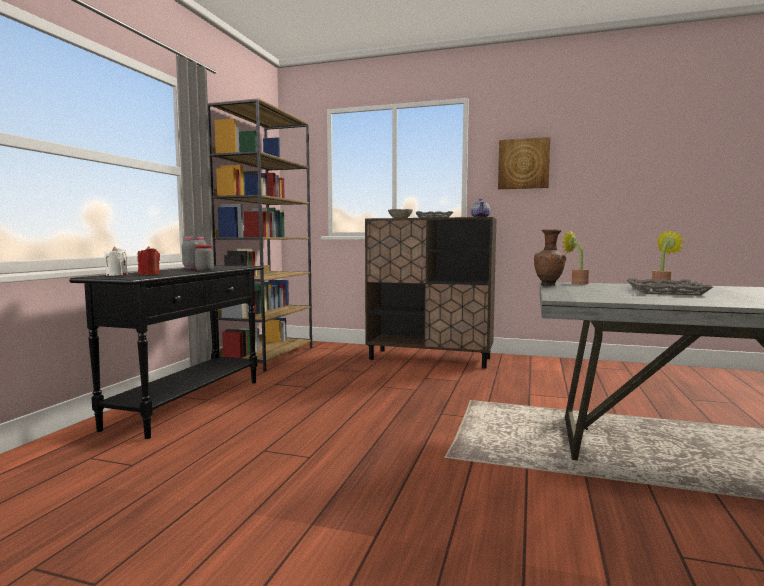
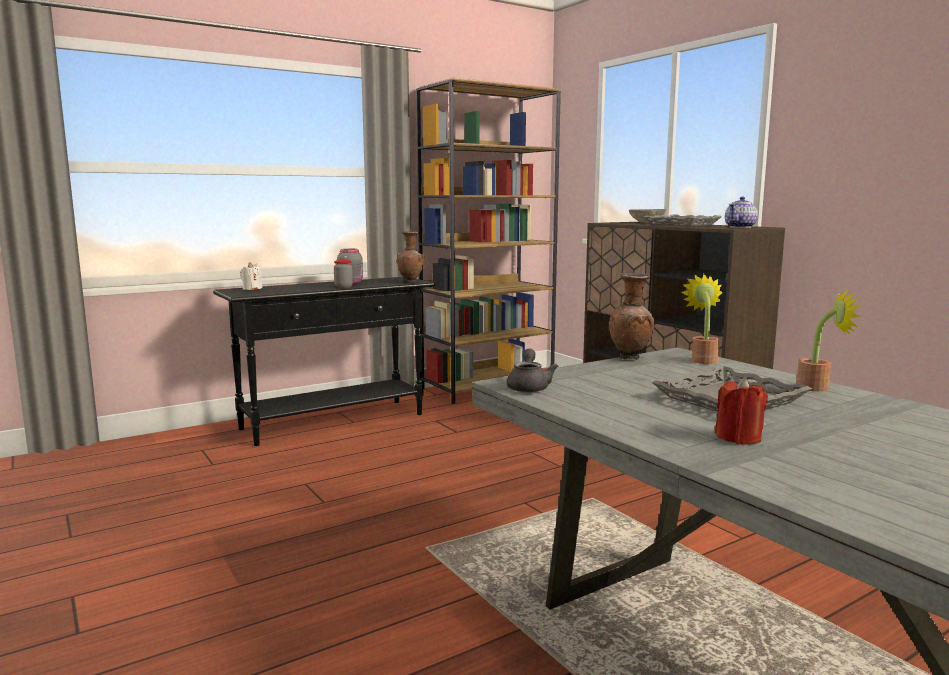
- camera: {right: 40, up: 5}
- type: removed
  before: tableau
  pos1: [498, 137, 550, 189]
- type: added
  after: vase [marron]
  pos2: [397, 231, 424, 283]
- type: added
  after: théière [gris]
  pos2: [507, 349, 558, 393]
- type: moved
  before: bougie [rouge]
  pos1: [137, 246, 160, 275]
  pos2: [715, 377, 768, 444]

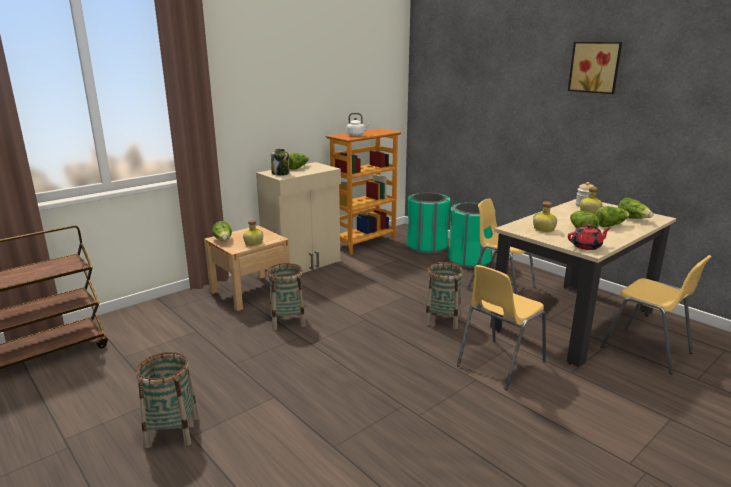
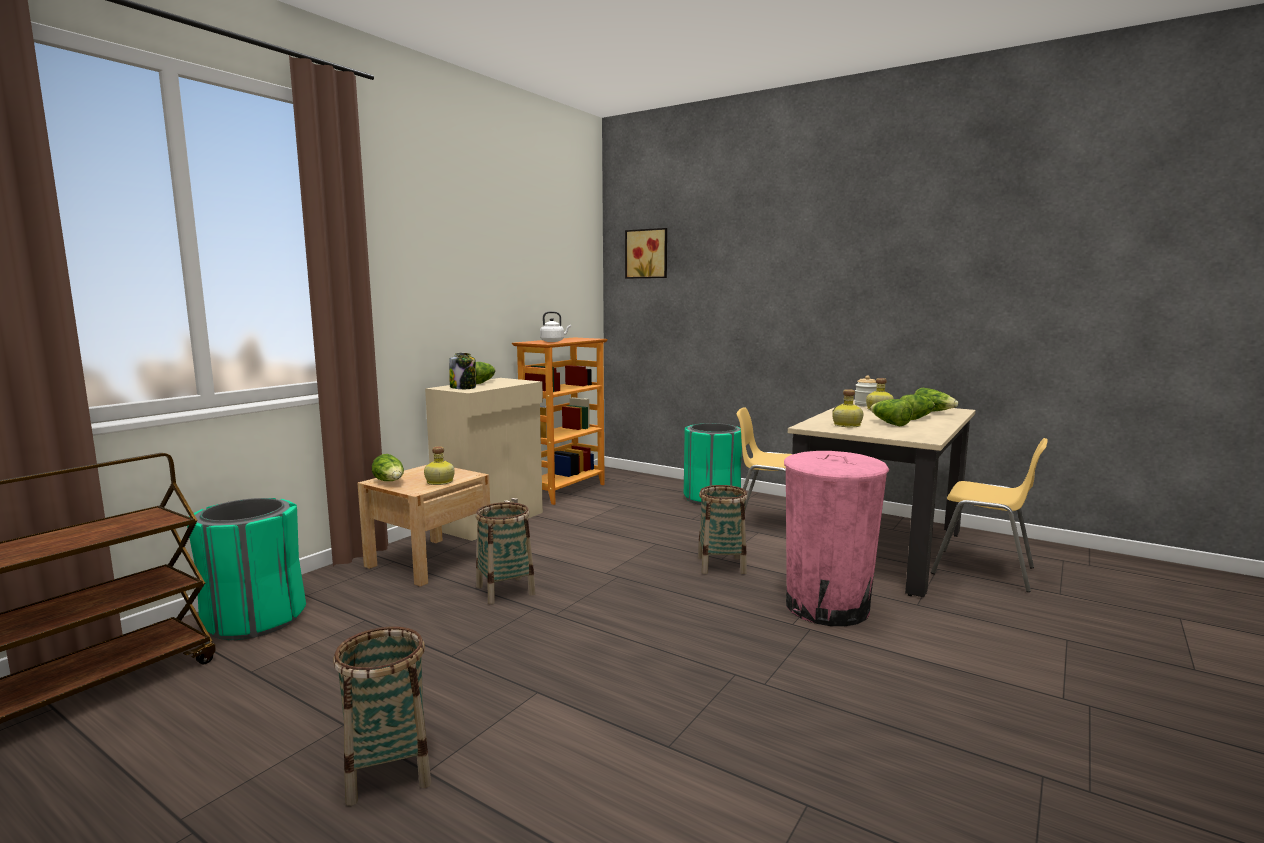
- camera: {right: -15, up: -10}
- type: removed
  before: théière [rouge]
  pos1: [568, 224, 611, 250]
- type: moved
  before: poubelle [vert]
  pos1: [407, 193, 450, 254]
  pos2: [187, 498, 306, 640]
- type: moved
  before: tableau
  pos1: [568, 42, 622, 94]
  pos2: [625, 228, 667, 279]
- type: replaced
  before: chaise [jaune]
  after: poubelle [rose]
  pos1: [457, 265, 546, 390]
  pos2: [784, 451, 889, 626]

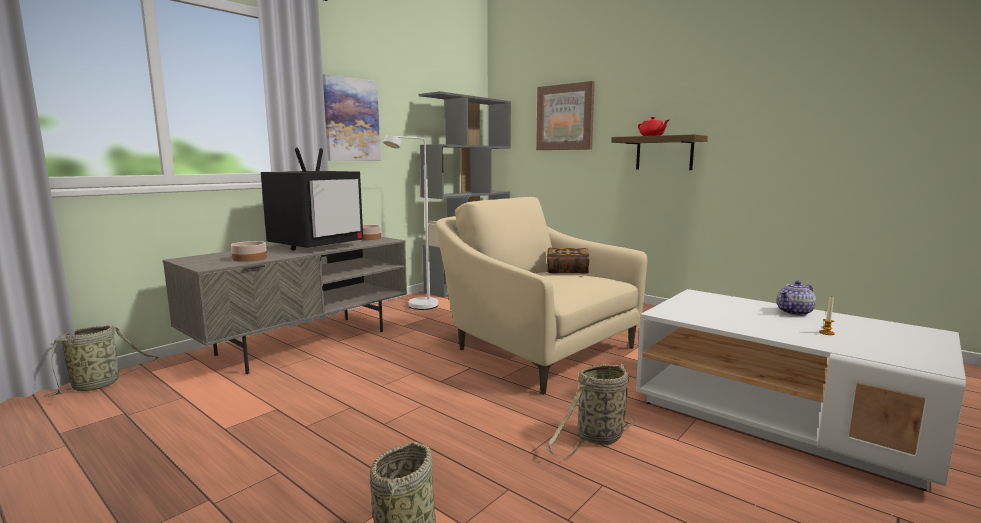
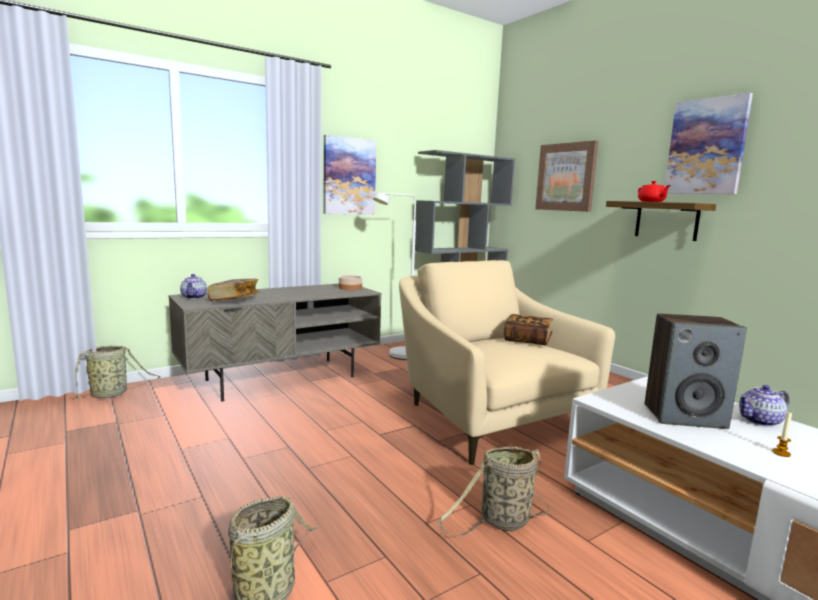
- camera: {right: 15, up: 0}
- type: removed
  before: téléviseur
  pos1: [261, 147, 363, 251]
- type: added
  after: théière
  pos2: [180, 274, 207, 299]
- type: added
  after: enceinte
  pos2: [645, 313, 747, 429]
- type: added
  after: tableau
  pos2: [665, 93, 753, 194]
- type: replaced
  before: bol
  after: livre
  pos1: [231, 241, 267, 262]
  pos2: [207, 279, 259, 301]

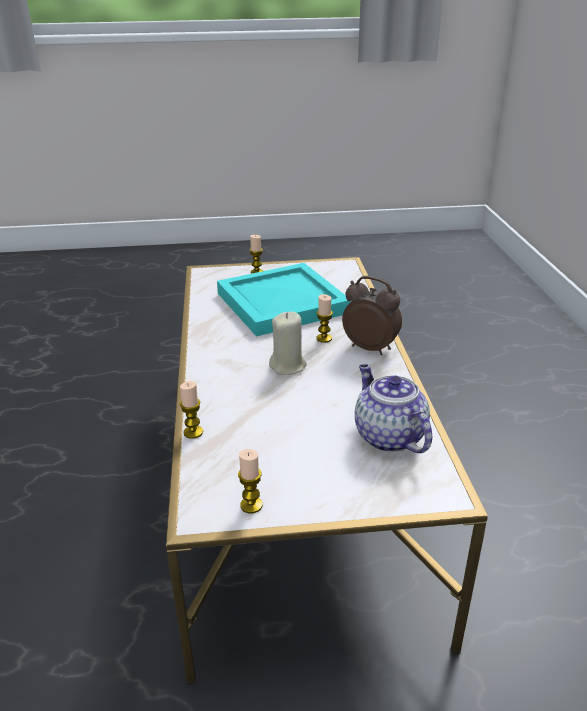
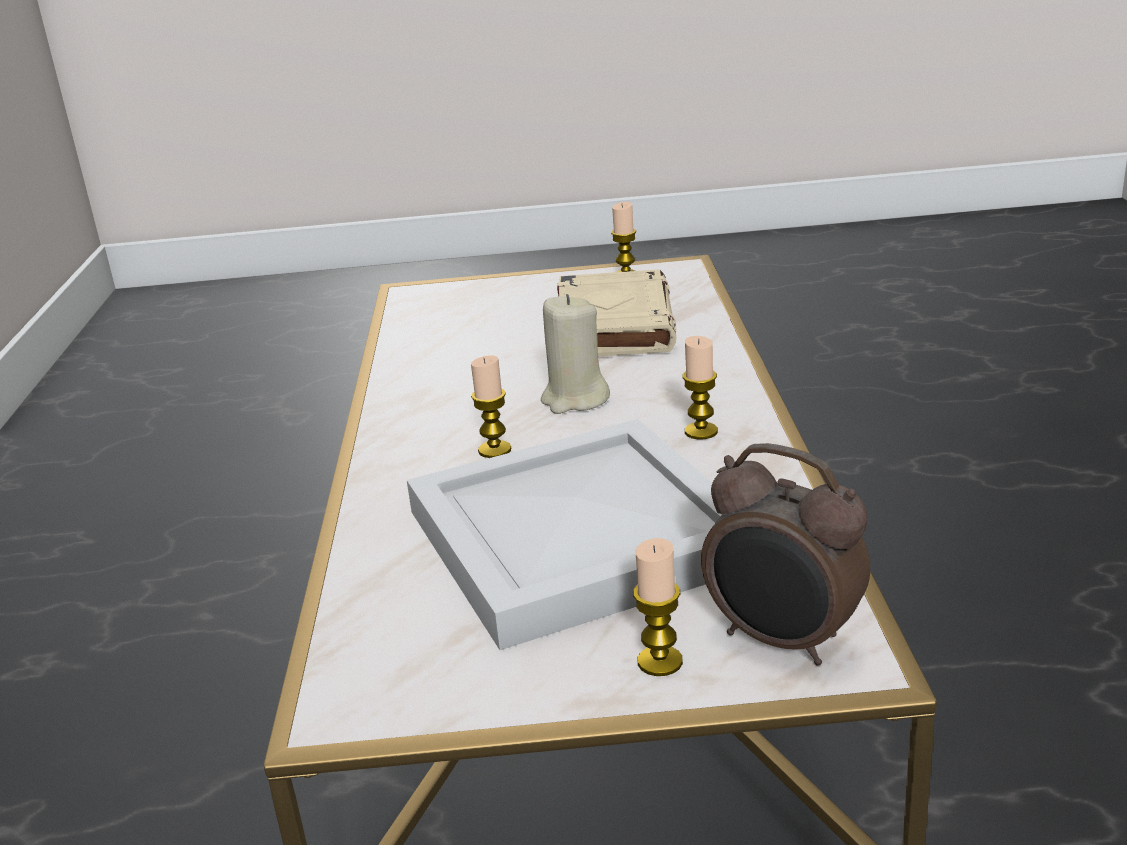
- camera: {right: -175, up: -5}
- type: removed
  before: théière
  pos1: [355, 364, 432, 453]
- type: added
  after: livre [beige]
  pos2: [557, 270, 676, 356]
- type: moved
  before: bougie
  pos1: [180, 381, 203, 439]
  pos2: [682, 336, 718, 439]
- type: moved
  before: réveil
  pos1: [342, 276, 402, 355]
  pos2: [701, 443, 870, 666]
- type: recoloured
  before: plateau [turquoise]
  after: plateau [blanc]
  pos1: [217, 263, 351, 337]
  pos2: [407, 419, 722, 650]

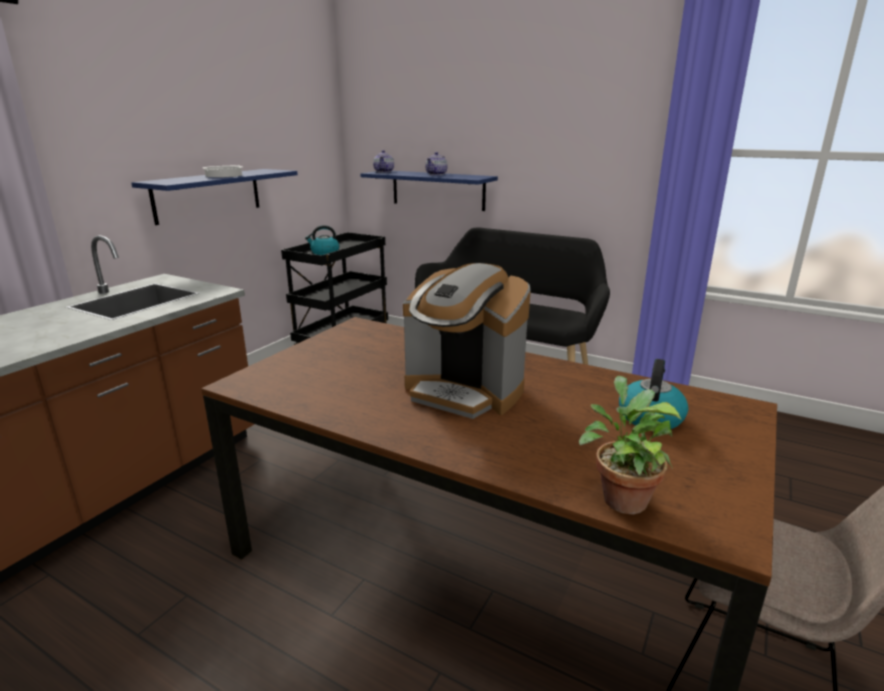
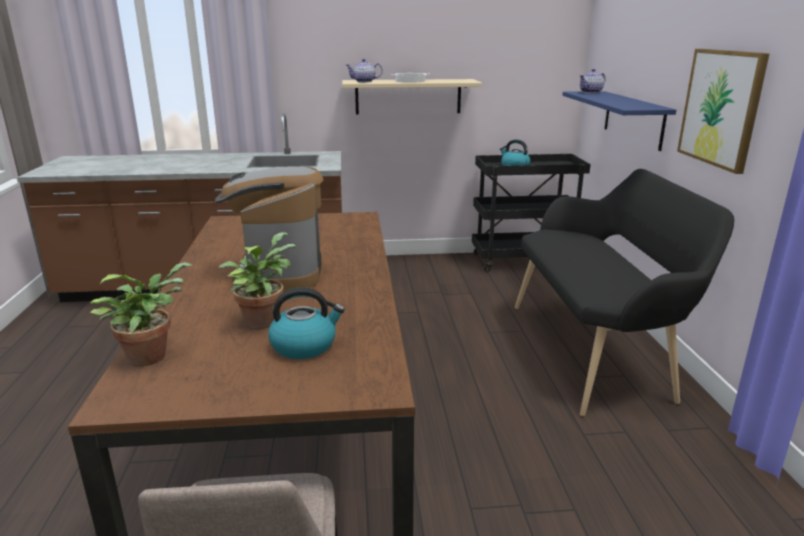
- camera: {right: 55, up: 0}
- type: added
  after: plante en pot
  pos2: [219, 232, 296, 329]
- type: added
  after: tableau
  pos2: [677, 49, 770, 174]
- type: moved
  before: théière
  pos1: [425, 152, 448, 175]
  pos2: [346, 59, 383, 83]
- type: recoloured
  before: étagère [bleu]
  after: étagère [beige]
  pos1: [131, 169, 298, 225]
  pos2: [342, 79, 482, 115]

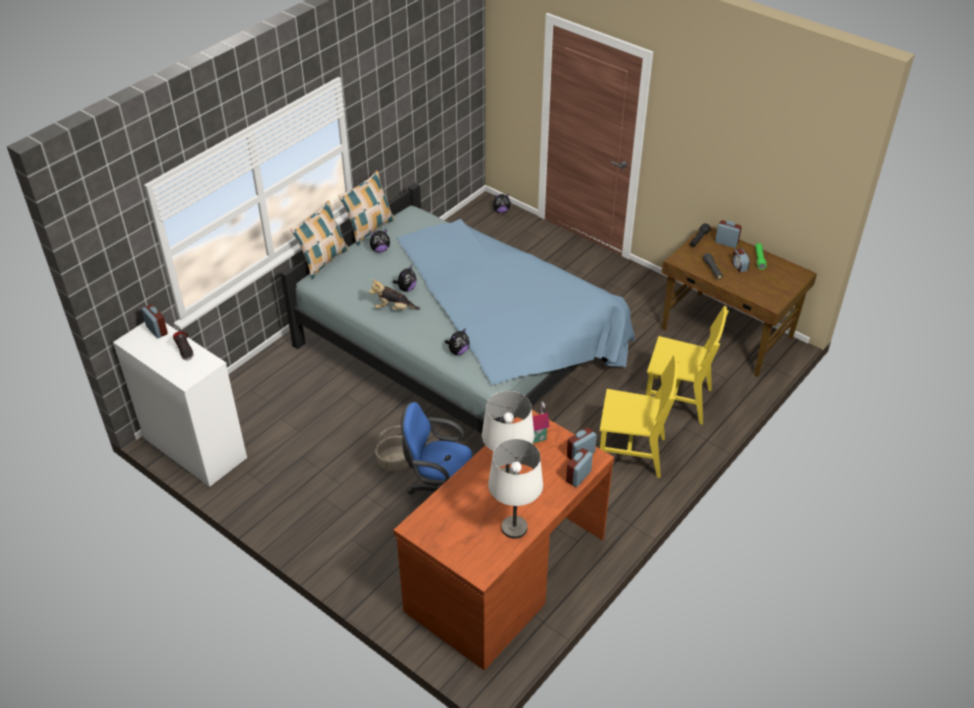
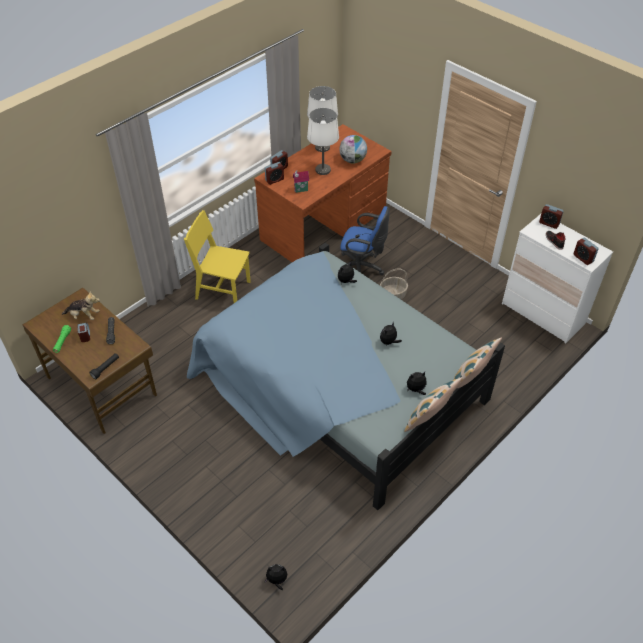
- camera: {right: -175, up: 5}
- type: removed
  before: chaise [jaune]
  pos1: [646, 306, 729, 425]
- type: added
  after: globe
  pos2: [339, 135, 367, 163]
- type: moved
  before: peluche
  pos1: [369, 279, 420, 310]
  pos2: [62, 291, 100, 320]
- type: moved
  before: réveil
  pos1: [715, 220, 742, 248]
  pos2: [539, 204, 564, 229]

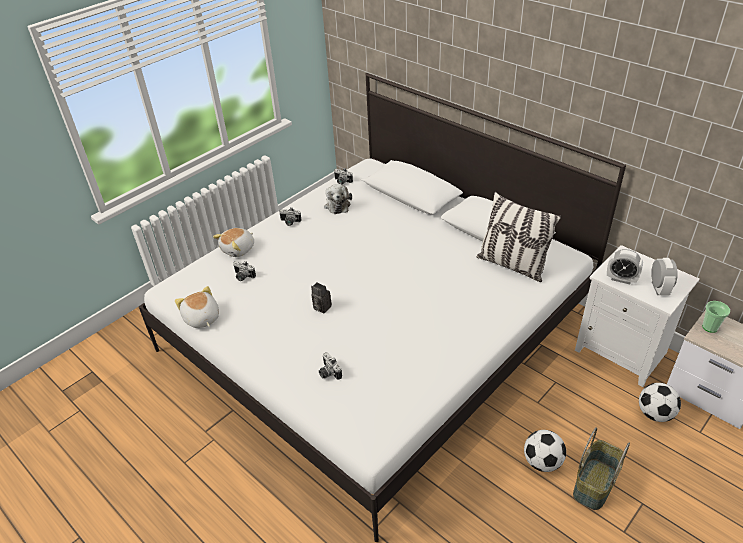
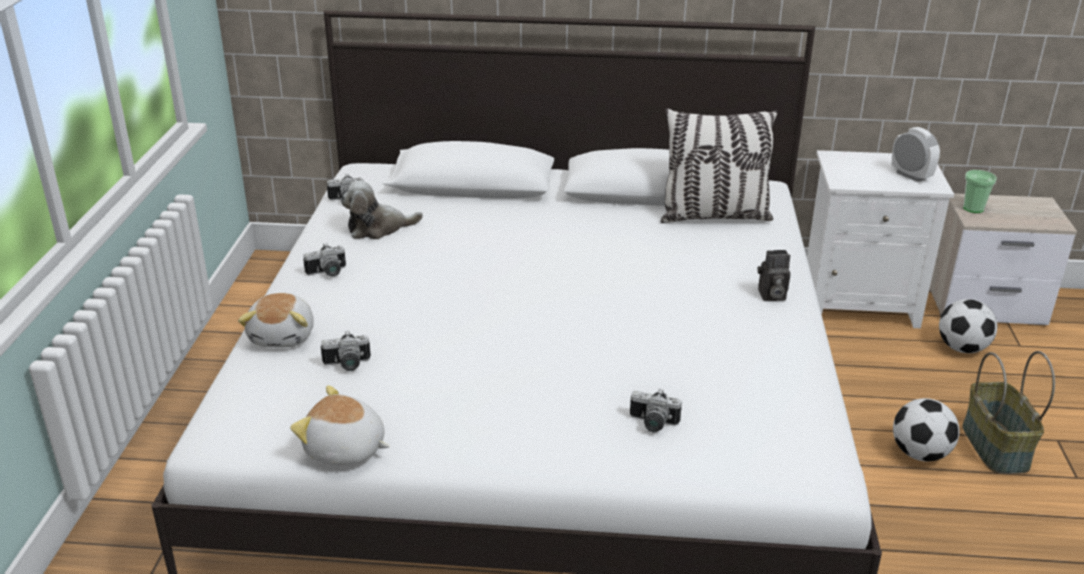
- camera: {right: -40, up: -10}
- type: removed
  before: réveil
  pos1: [607, 249, 643, 284]
- type: moved
  before: appareil photo
  pos1: [311, 283, 332, 313]
  pos2: [757, 250, 790, 301]
- type: turned
  before: peluche
  pos1: [324, 184, 352, 214]
  pos2: [341, 181, 423, 239]
  turn: 120

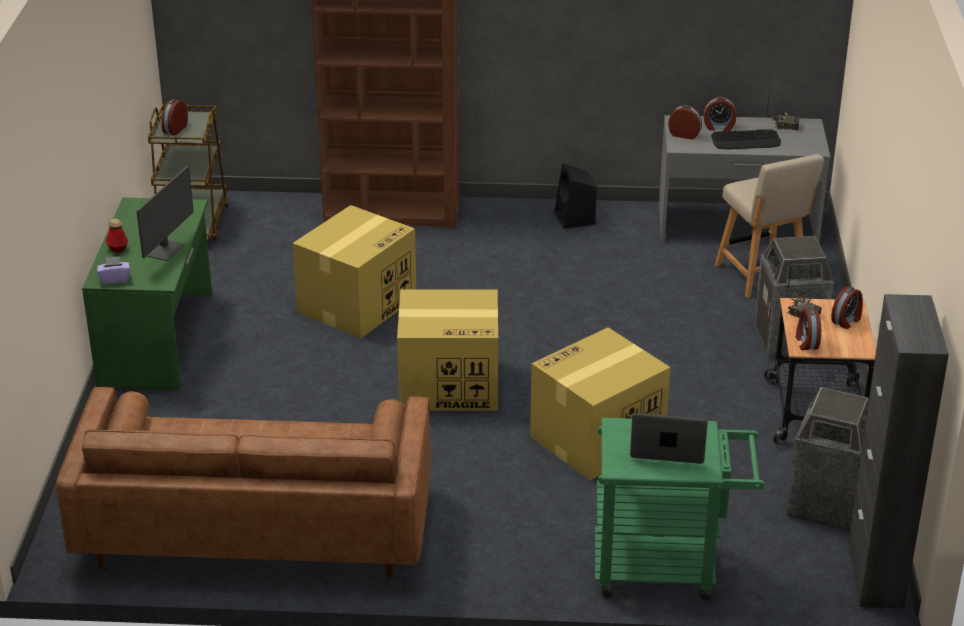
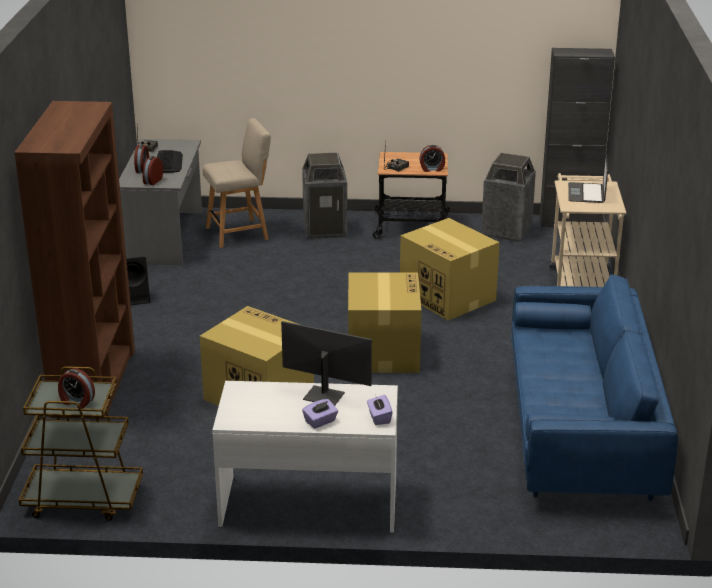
- camera: {right: -90, up: -5}
- type: removed
  before: réveil
  pos1: [831, 286, 863, 329]
- type: replaced
  before: bouteille
  after: boîte à mouchoirs [violet]
  pos1: [106, 219, 128, 253]
  pos2: [302, 399, 338, 429]
- type: recoloured
  before: canapé [marron]
  after: canapé [bleu]
  pos1: [56, 387, 431, 578]
  pos2: [511, 274, 678, 501]
- type: recoloured
  before: bureau [vert]
  after: bureau [blanc]
  pos1: [82, 197, 212, 390]
  pos2: [212, 381, 398, 532]
- type: recoloured
  before: chariot [vert]
  after: chariot [beige]
  pos1: [595, 418, 765, 601]
  pos2: [550, 173, 626, 287]

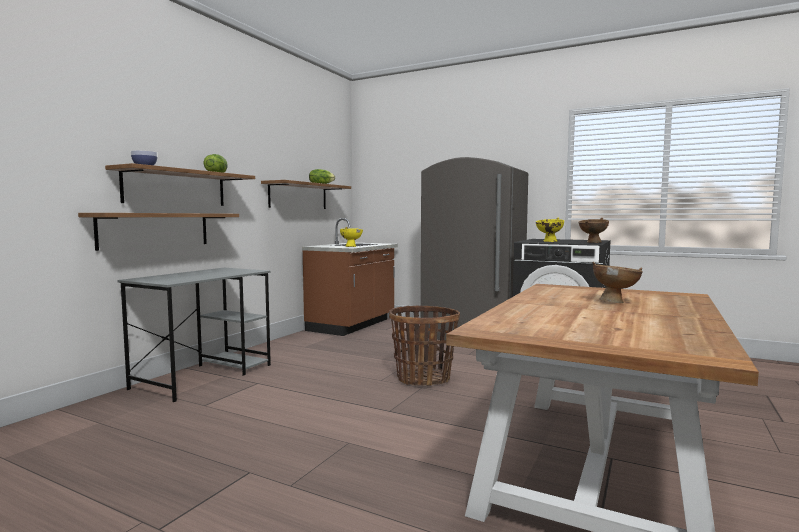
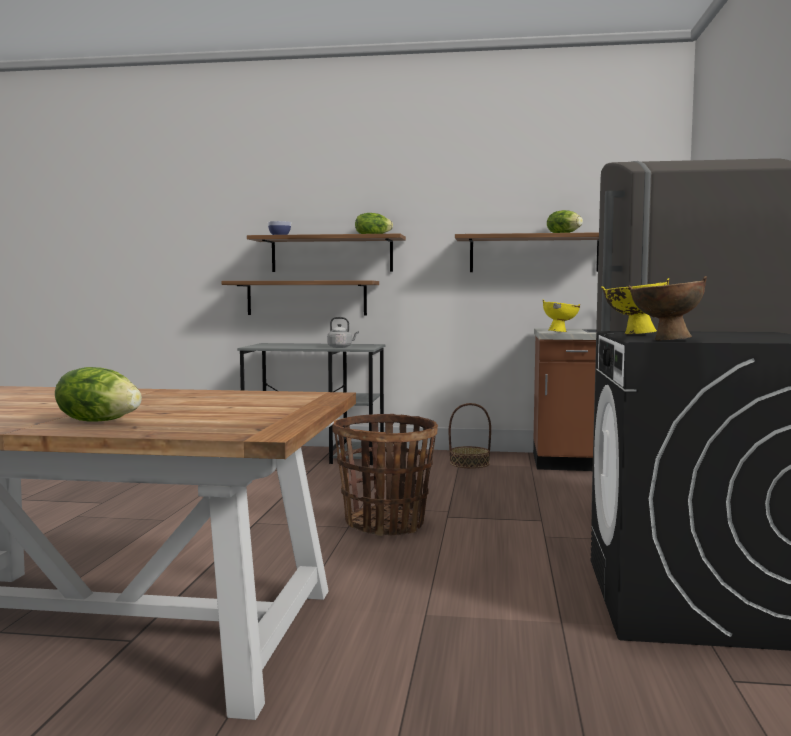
- camera: {right: 70, up: 0}
- type: removed
  before: bol [marron]
  pos1: [593, 262, 642, 303]
- type: added
  after: laitue
  pos2: [55, 367, 142, 422]
- type: added
  after: bouilloire [gris]
  pos2: [327, 317, 359, 348]
- type: added
  after: panier
  pos2: [449, 403, 491, 468]

